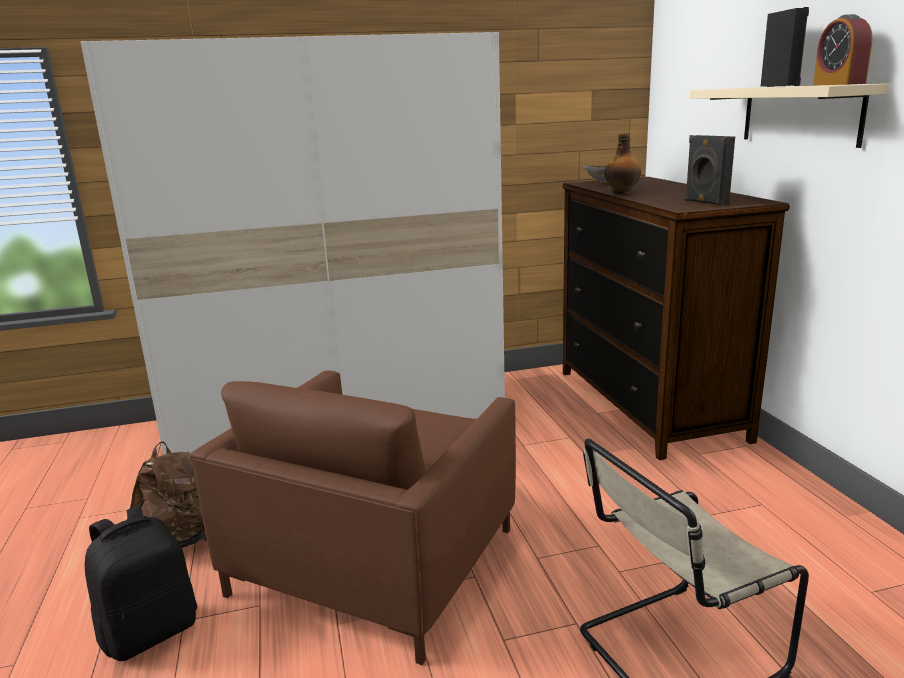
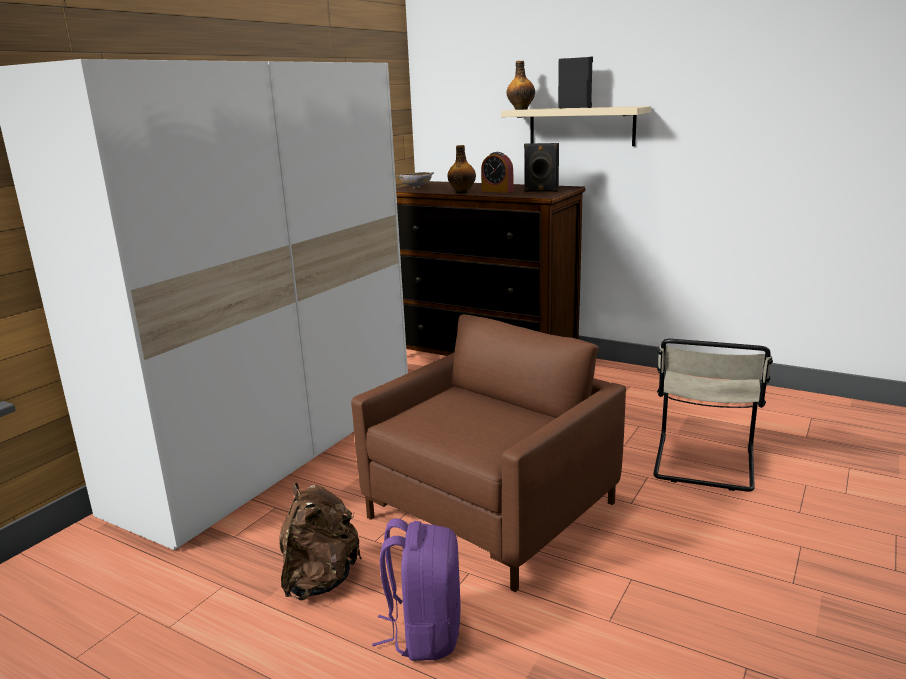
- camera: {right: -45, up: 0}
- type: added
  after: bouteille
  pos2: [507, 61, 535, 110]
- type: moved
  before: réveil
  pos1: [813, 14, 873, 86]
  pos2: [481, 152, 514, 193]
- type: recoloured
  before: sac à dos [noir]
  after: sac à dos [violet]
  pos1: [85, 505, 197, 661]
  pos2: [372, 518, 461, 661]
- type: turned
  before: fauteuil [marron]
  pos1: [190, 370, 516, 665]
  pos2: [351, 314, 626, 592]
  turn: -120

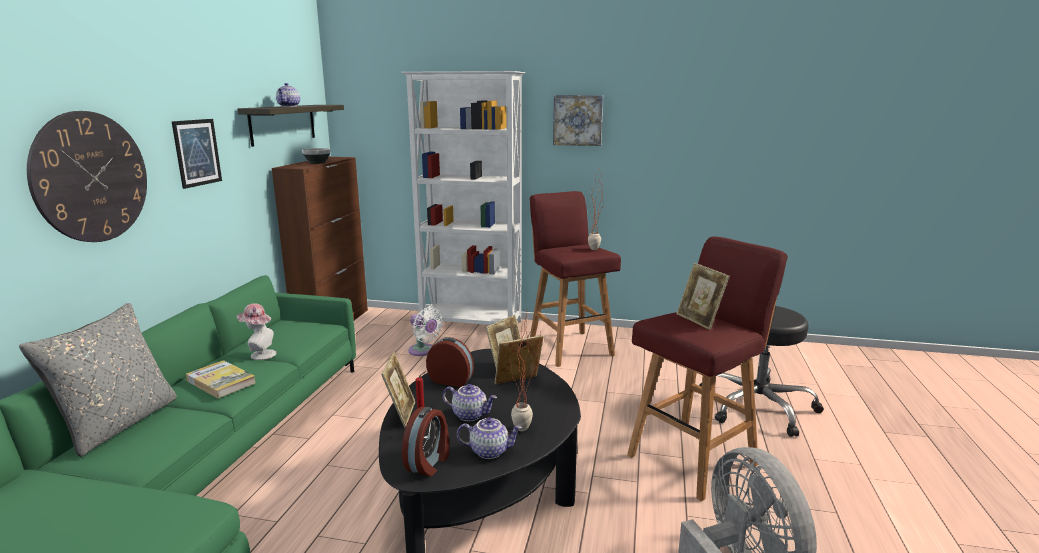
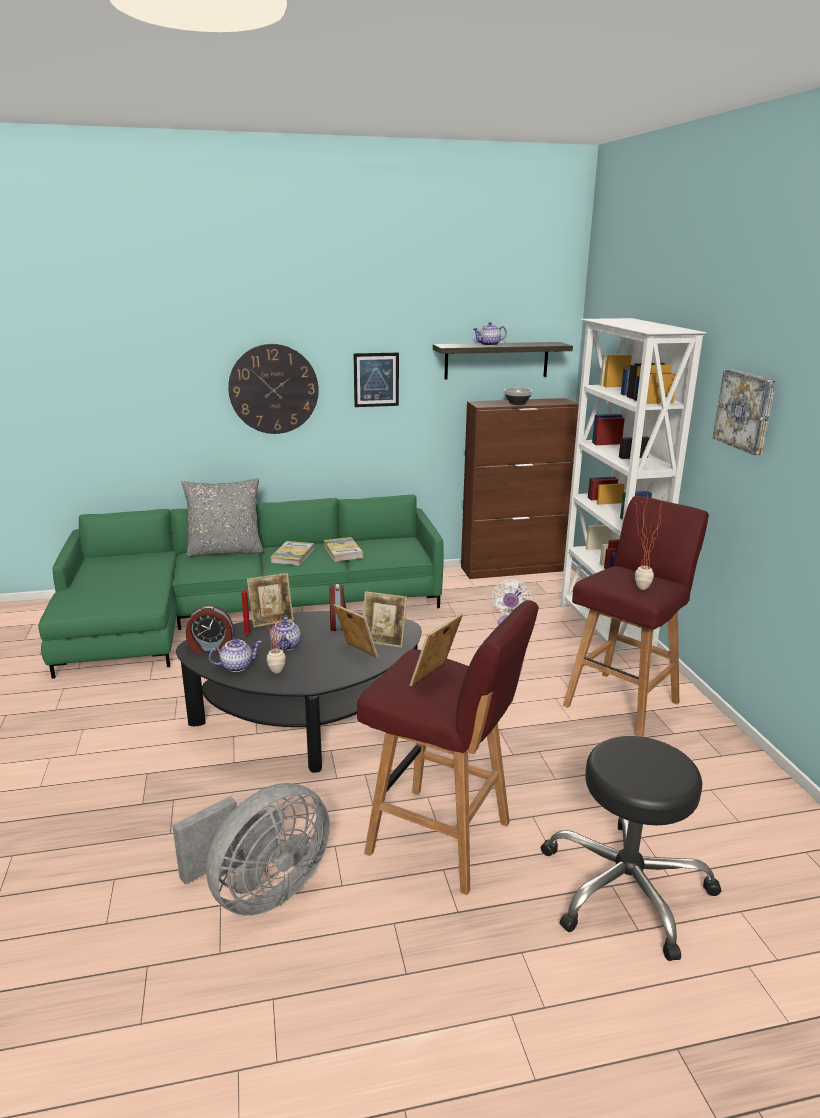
- camera: {right: 65, up: 5}
- type: replaced
  before: chapeau
  after: livre
  pos1: [237, 303, 276, 360]
  pos2: [324, 537, 363, 562]
- type: turned
  before: théière
  pos1: [457, 417, 522, 459]
  pos2: [209, 639, 262, 672]
  turn: -90

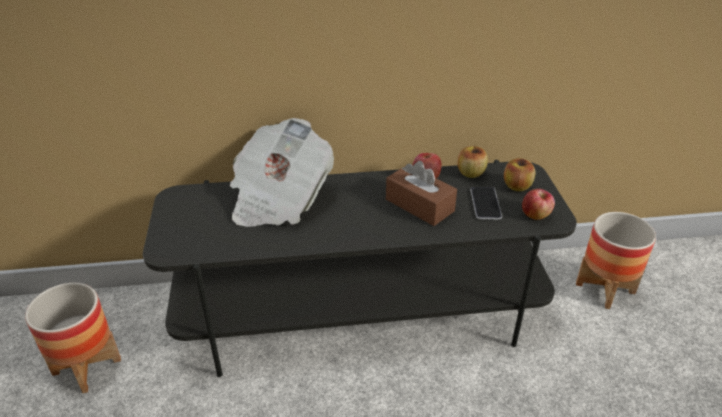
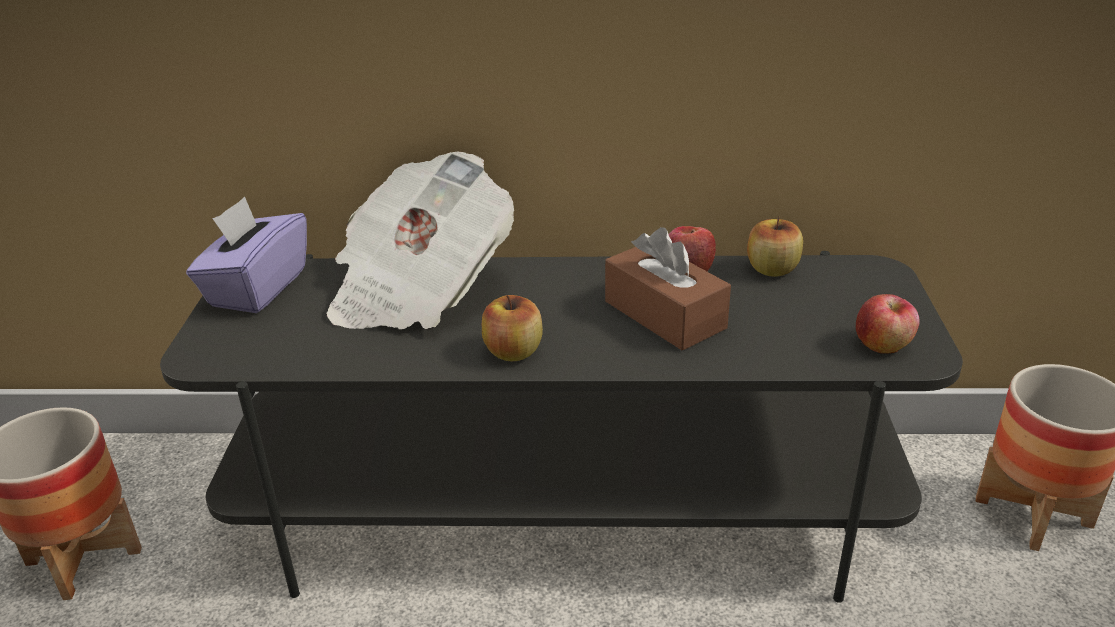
- camera: {right: 10, up: -5}
- type: removed
  before: téléphone
  pos1: [470, 187, 502, 220]
- type: added
  after: boîte à mouchoirs [violet]
  pos2: [186, 196, 307, 313]
- type: moved
  before: pomme
  pos1: [504, 158, 535, 191]
  pos2: [482, 295, 543, 361]

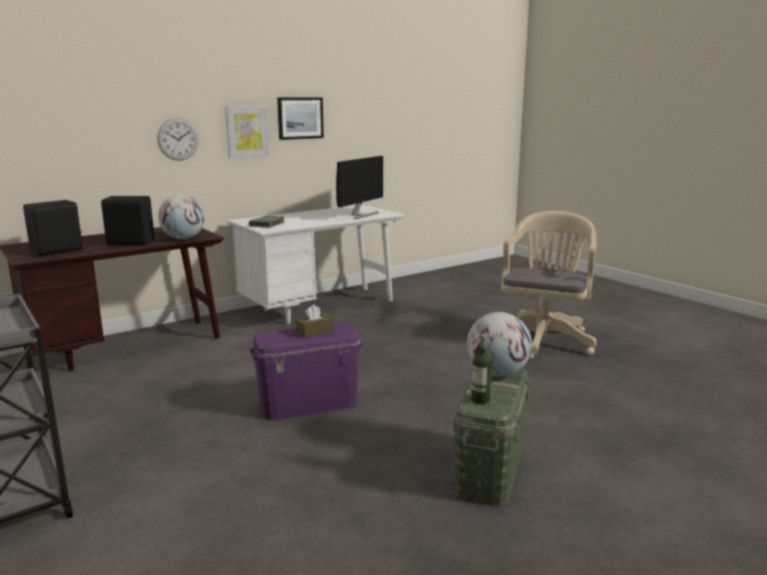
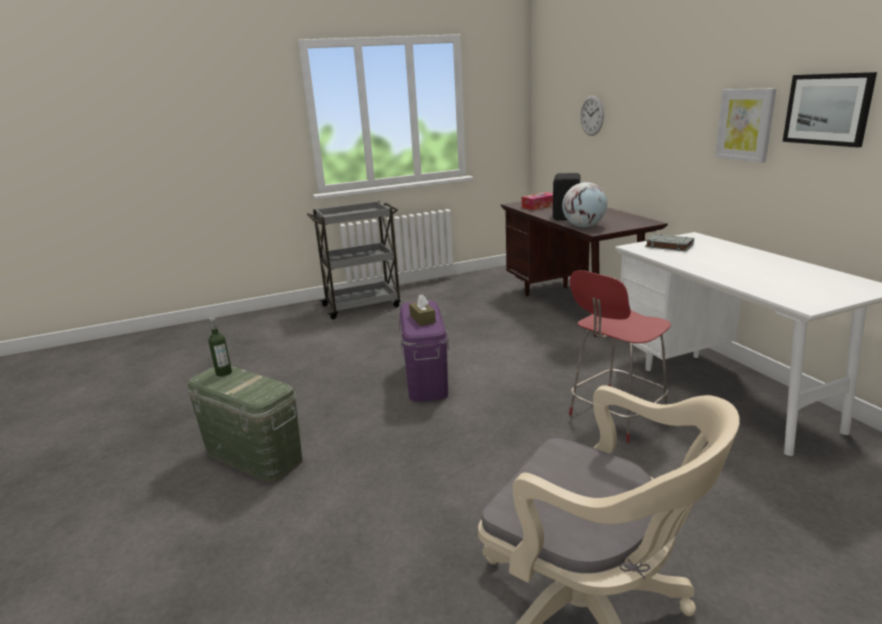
- camera: {right: 105, up: 5}
- type: removed
  before: écran d'ordinateur
  pos1: [336, 156, 383, 219]
- type: removed
  before: globe
  pos1: [467, 312, 532, 377]
- type: added
  after: chaise [rouge]
  pos2: [569, 270, 671, 443]
- type: moved
  before: horloge murale
  pos1: [157, 118, 198, 161]
  pos2: [580, 95, 604, 136]
- type: replaced
  before: enceinte [noir]
  after: boîte à mouchoirs
  pos1: [23, 200, 83, 256]
  pos2: [522, 192, 553, 210]

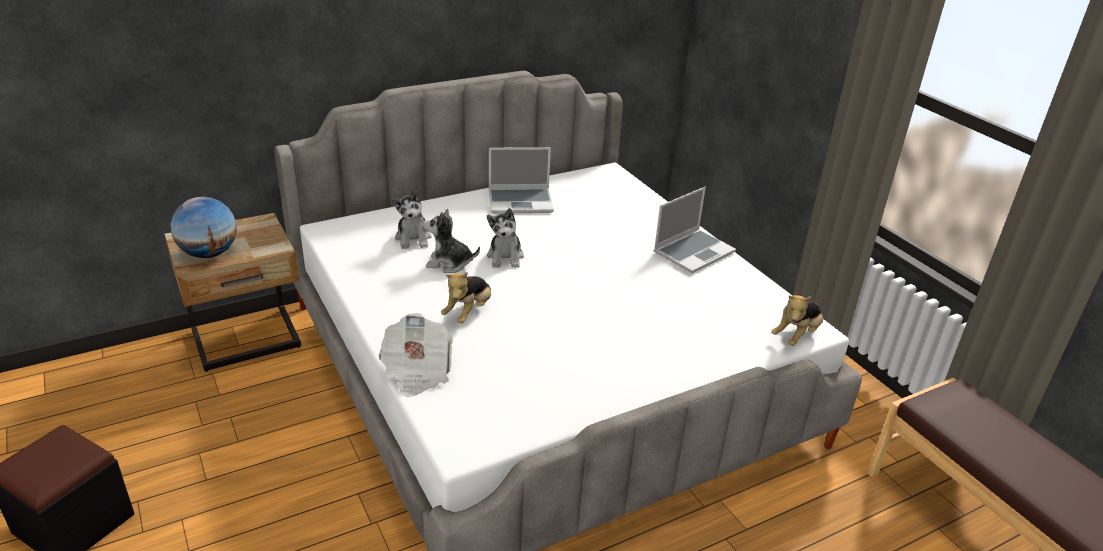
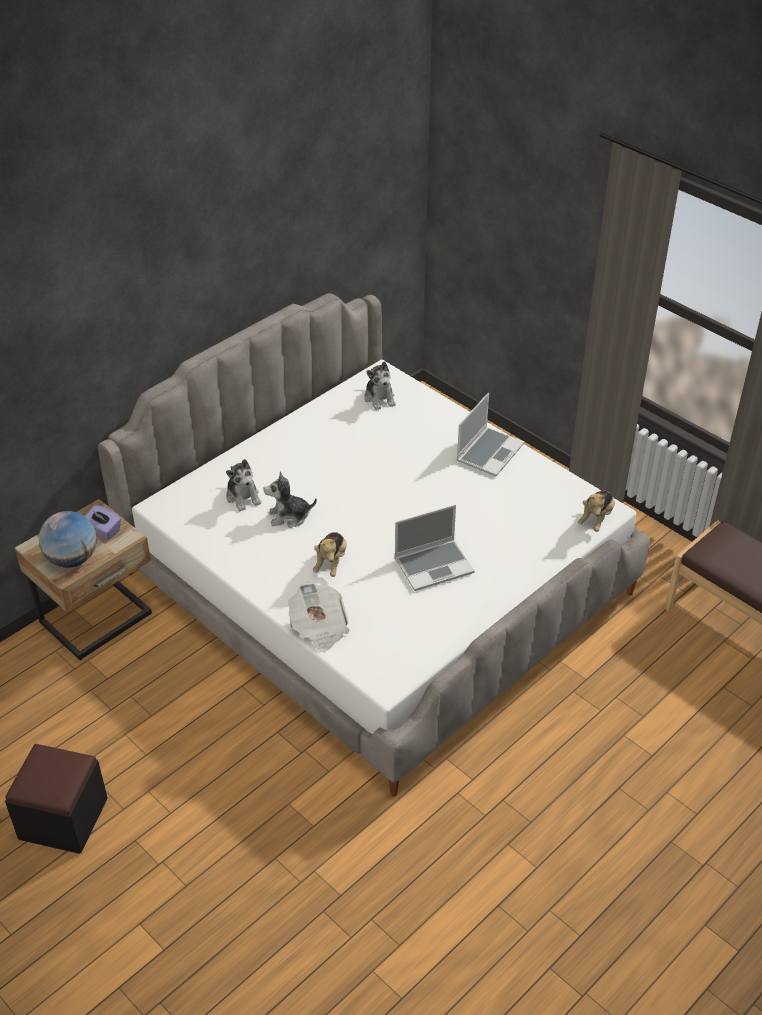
- camera: {right: -15, up: 10}
- type: added
  after: boîte à mouchoirs [violet]
  pos2: [85, 505, 121, 540]
- type: moved
  before: peluche
  pos1: [487, 208, 524, 268]
  pos2: [364, 362, 396, 410]
- type: moved
  before: ordinateur portable
  pos1: [489, 147, 554, 214]
  pos2: [394, 504, 475, 591]

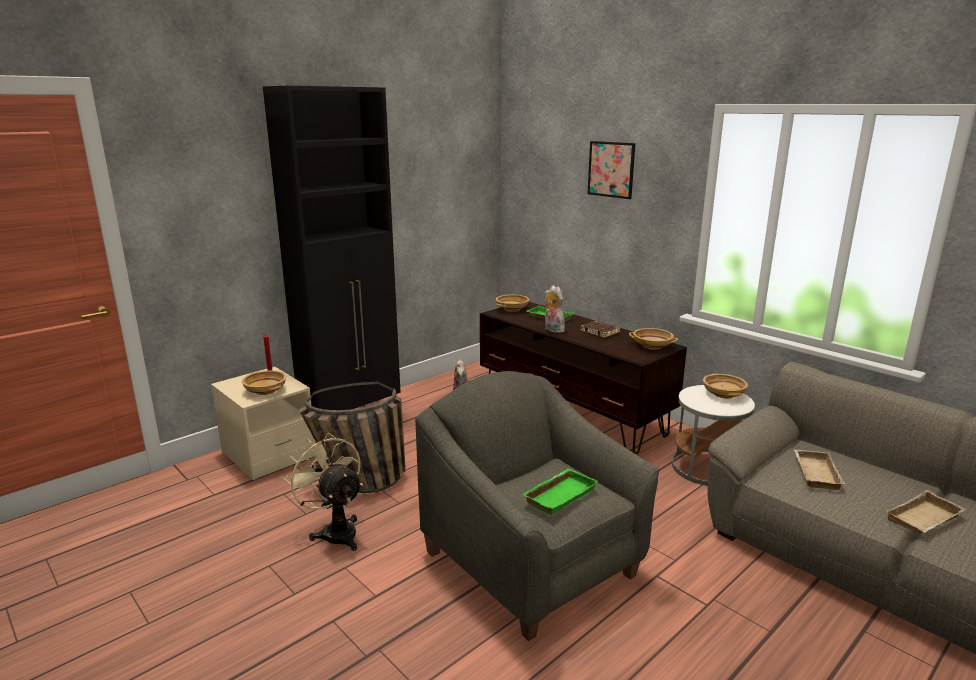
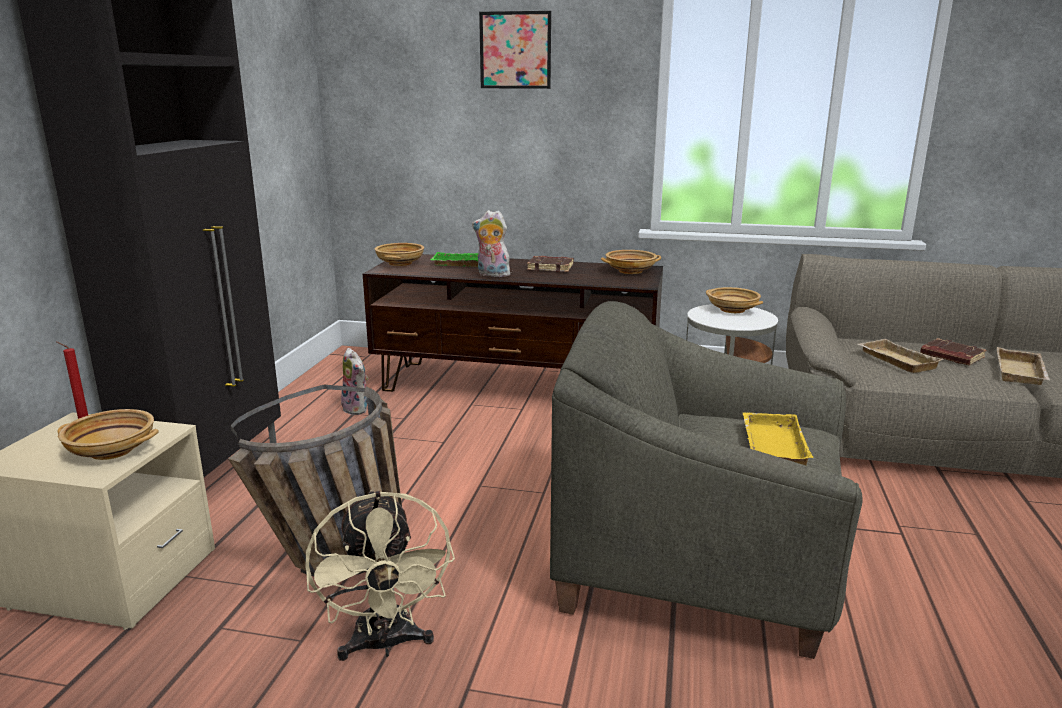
- camera: {right: -35, up: 0}
- type: added
  after: livre [marron]
  pos2: [920, 338, 986, 366]
- type: recoloured
  before: plateau [vert]
  after: plateau [jaune]
  pos1: [523, 468, 598, 515]
  pos2: [743, 413, 813, 465]
- type: turned
  before: ventilateur [beige]
  pos1: [284, 433, 363, 551]
  pos2: [306, 490, 455, 661]
  turn: -120

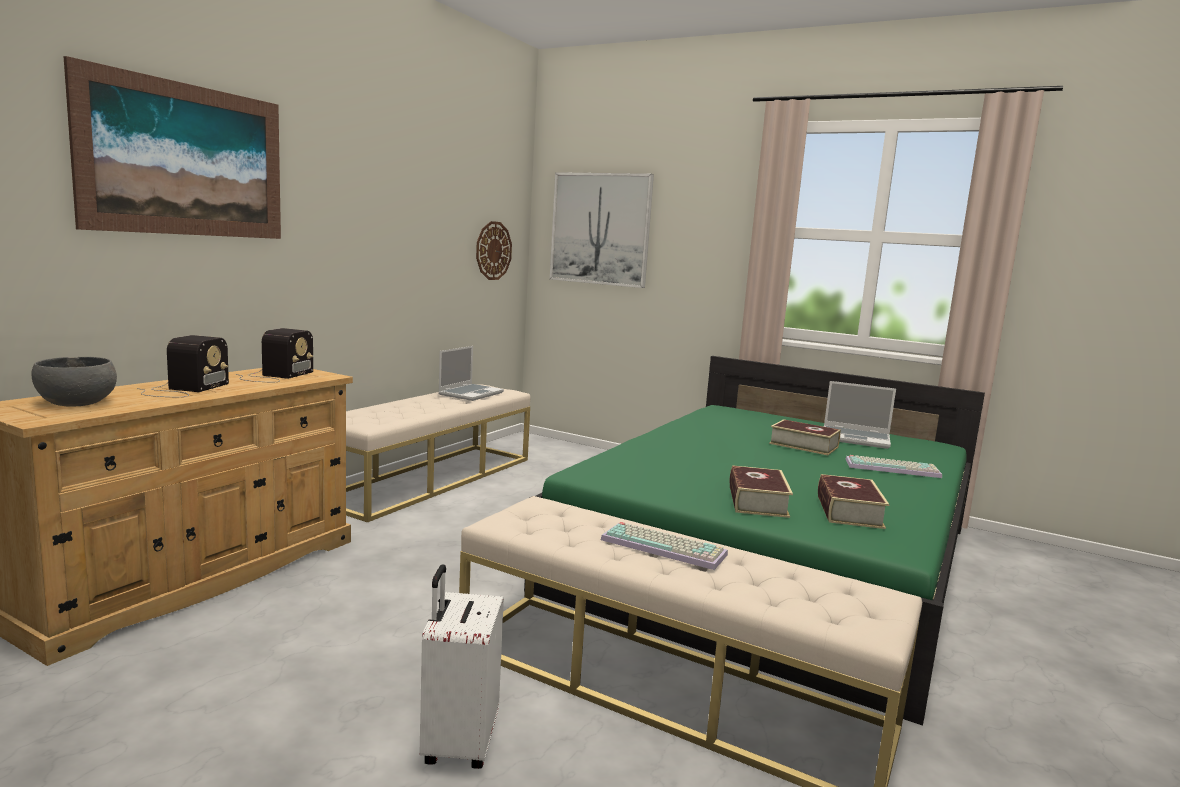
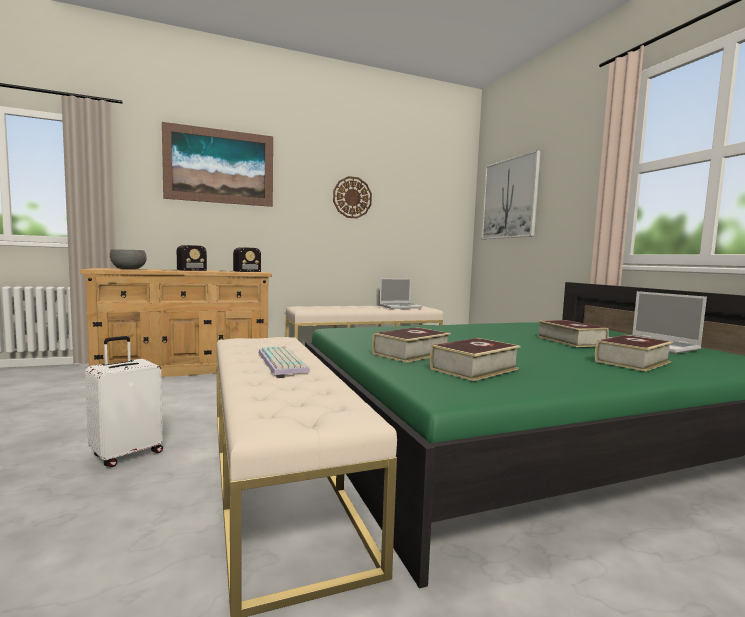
- camera: {right: 40, up: -5}
- type: moved
  before: horloge murale
  pos1: [476, 221, 512, 280]
  pos2: [333, 176, 372, 218]
- type: replaced
  before: clavier
  after: livre
  pos1: [845, 455, 942, 478]
  pos2: [595, 335, 673, 372]

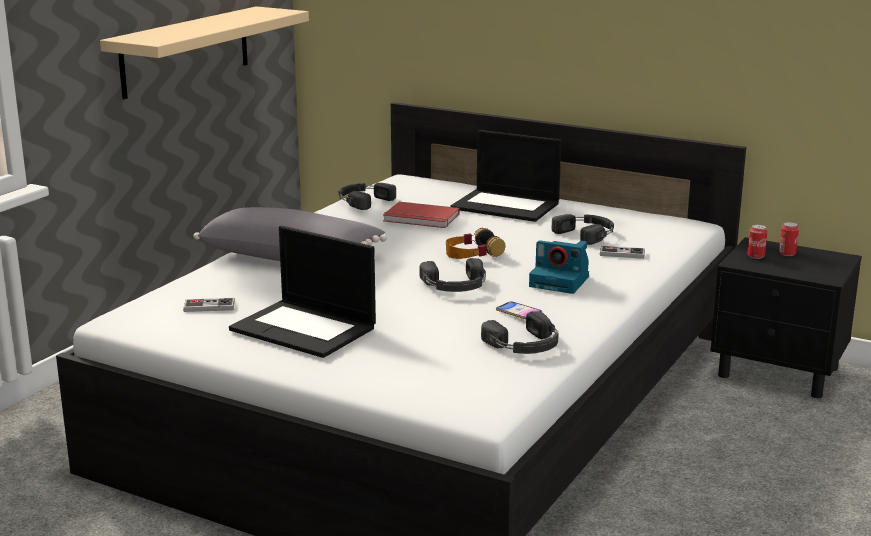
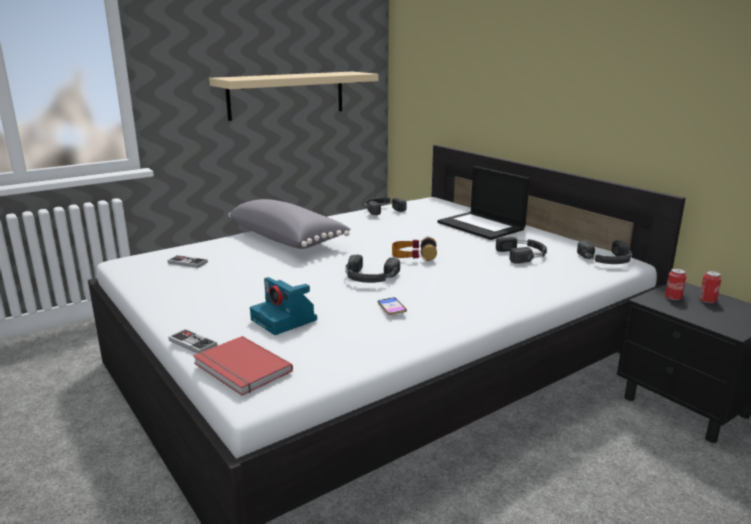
- camera: {right: 25, up: 0}
- type: removed
  before: ordinateur portable
  pos1: [229, 226, 376, 358]
- type: moved
  before: livre [rouge]
  pos1: [383, 202, 460, 228]
  pos2: [193, 336, 293, 396]
- type: moved
  before: casque audio [noir]
  pos1: [481, 311, 559, 354]
  pos2: [577, 240, 632, 264]
- type: moved
  before: appareil photo
  pos1: [529, 240, 589, 294]
  pos2: [250, 277, 317, 335]
- type: moved
  before: manette
  pos1: [600, 245, 645, 259]
  pos2: [168, 329, 217, 354]

